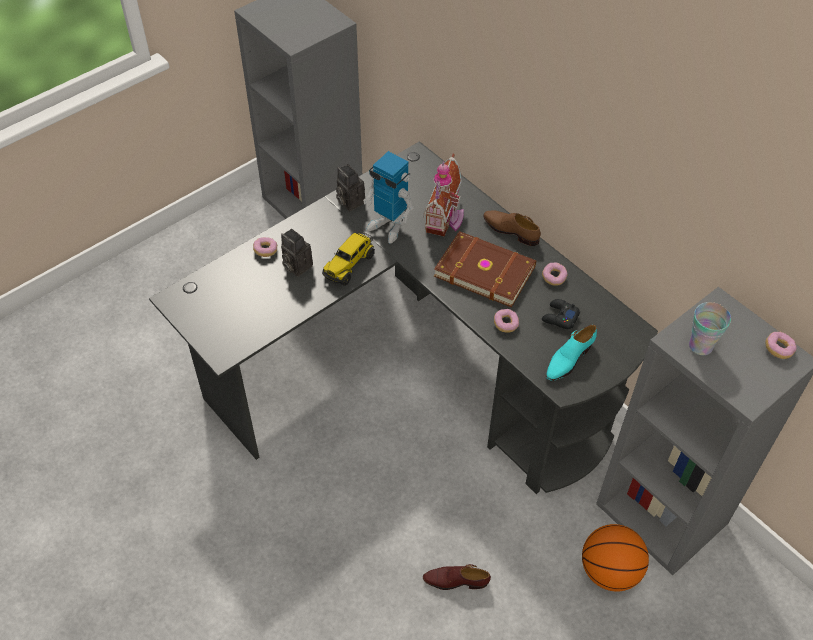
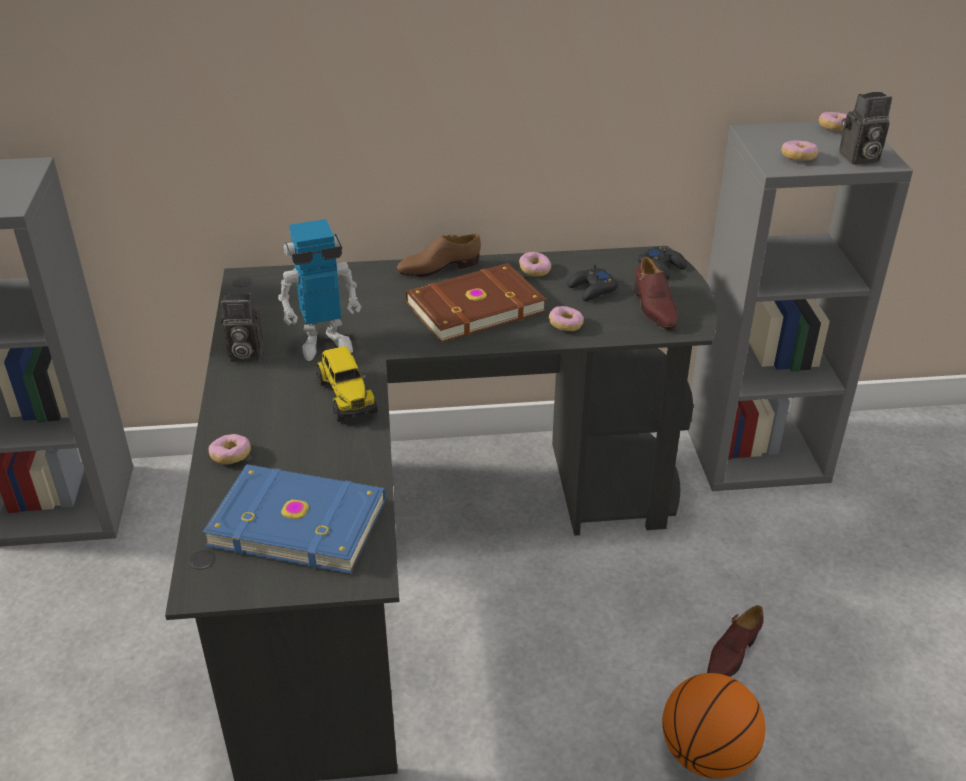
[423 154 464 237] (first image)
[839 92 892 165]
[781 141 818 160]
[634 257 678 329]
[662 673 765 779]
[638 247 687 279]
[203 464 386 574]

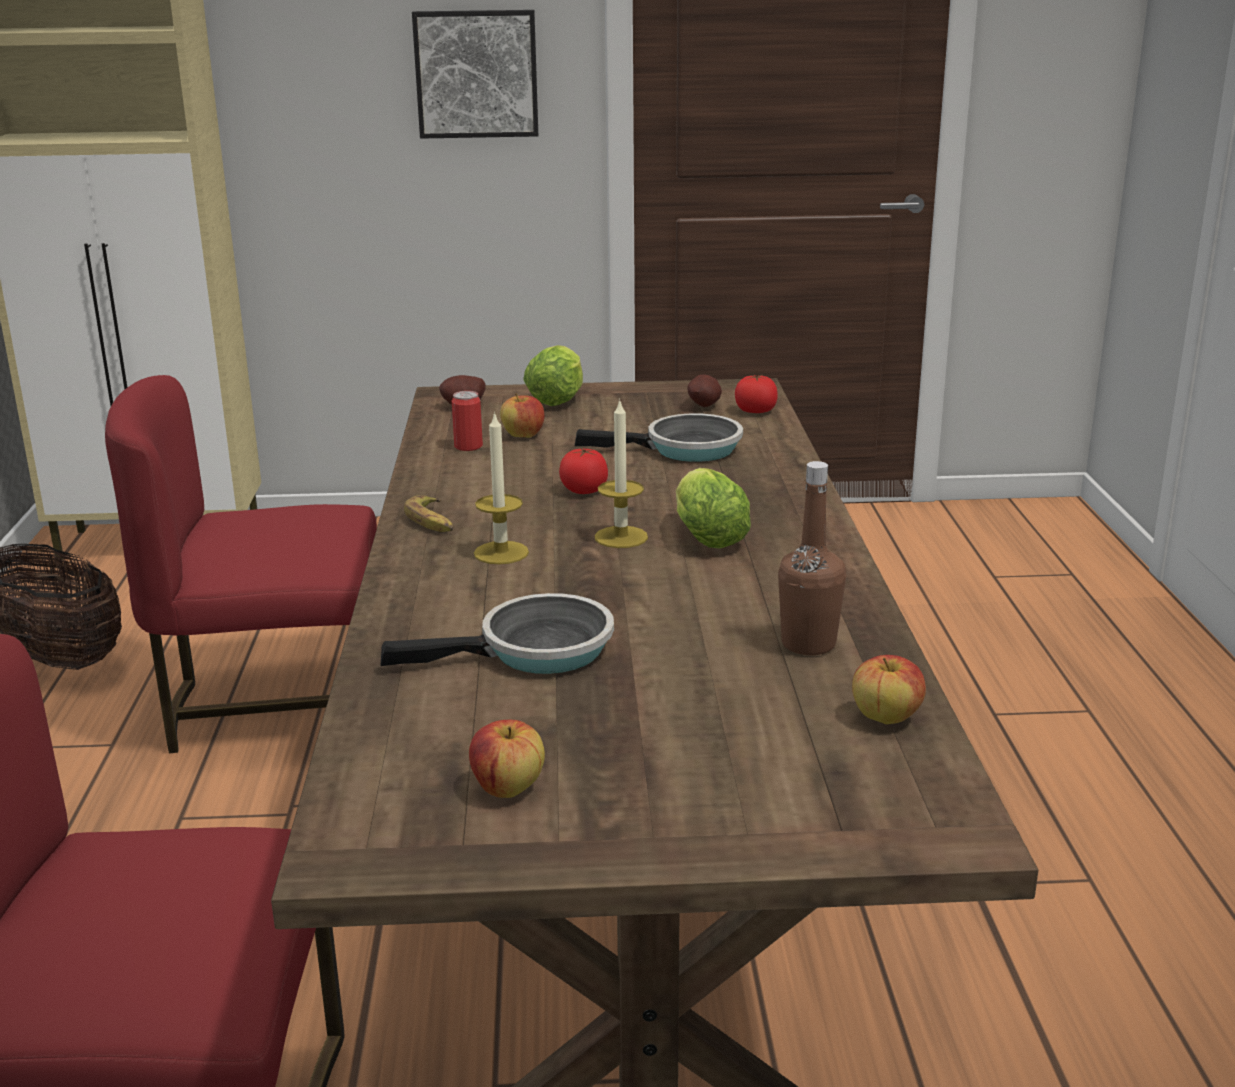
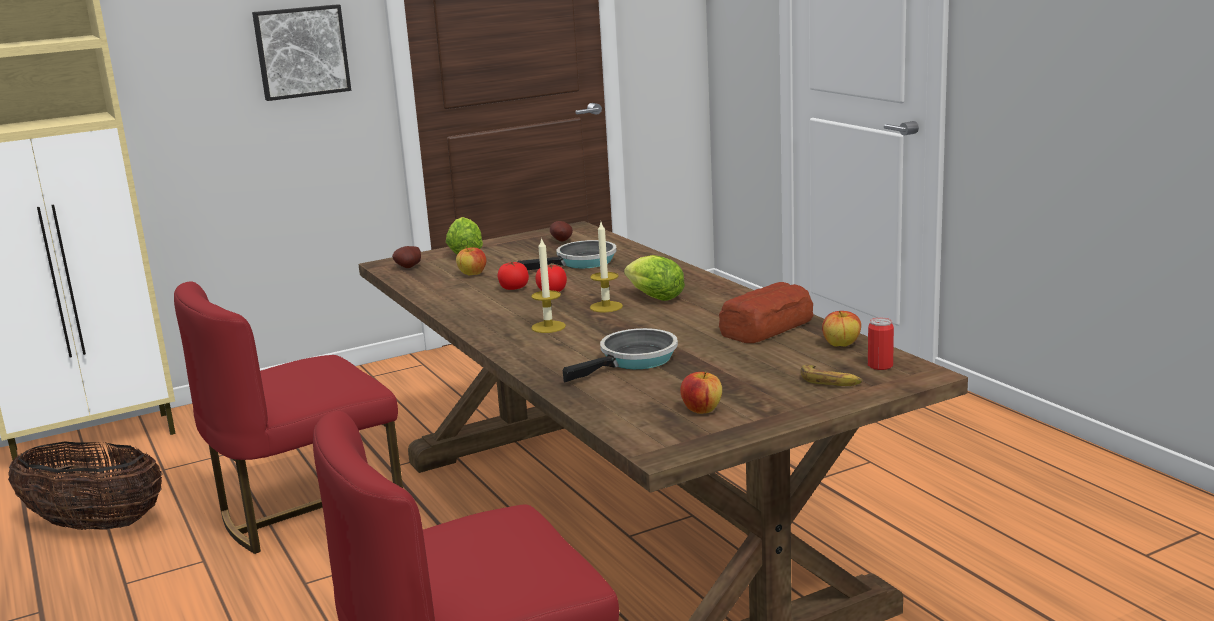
[498 262 529 290]
[868 318 894 370]
[719 282 814 343]
[800 365 862 386]

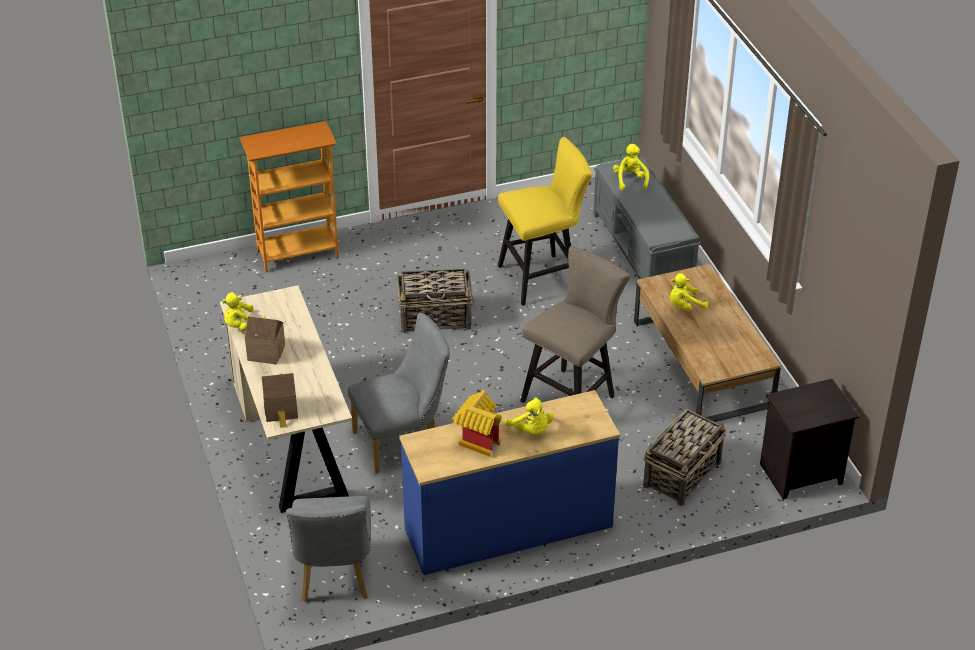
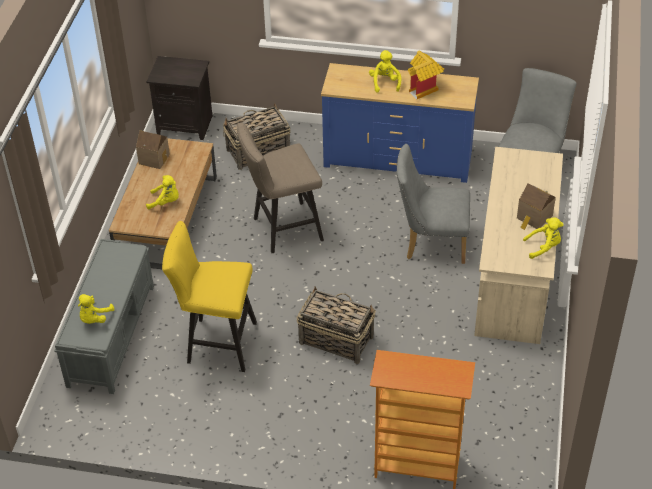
[136 130 170 169]

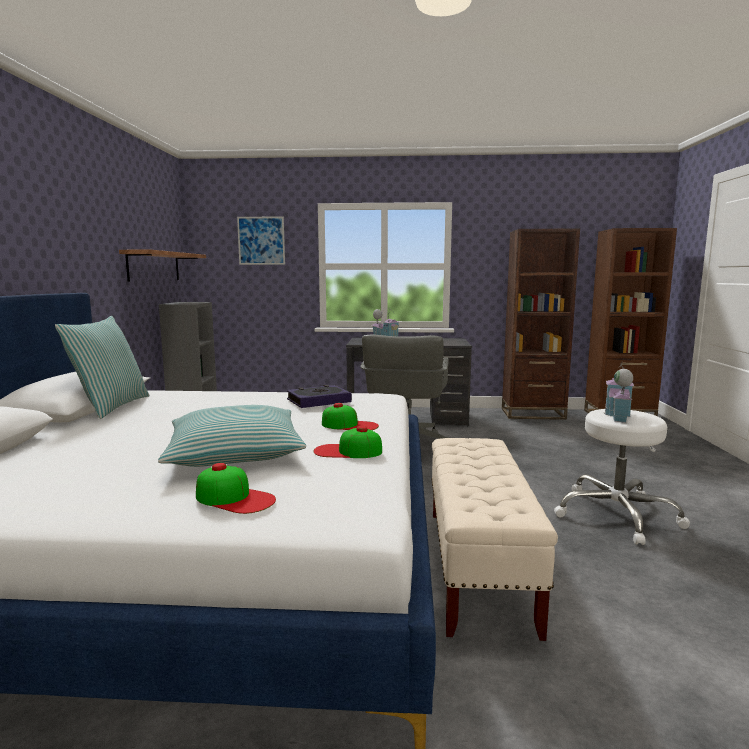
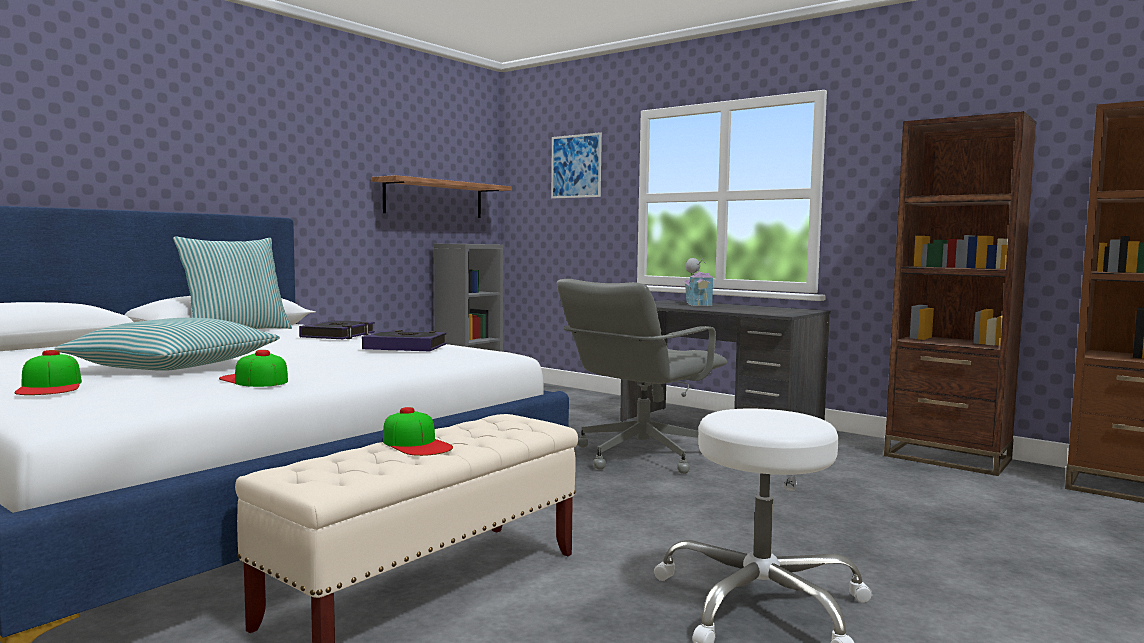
[604 361 634 423] (first image)
[383 407 453 456]
[299 320 375 339]

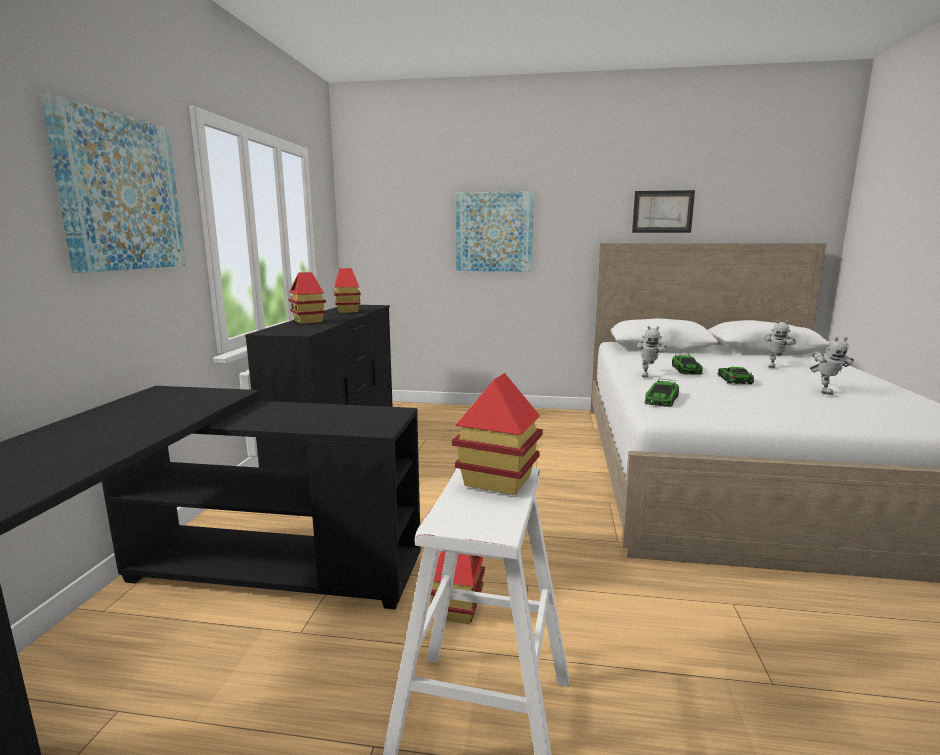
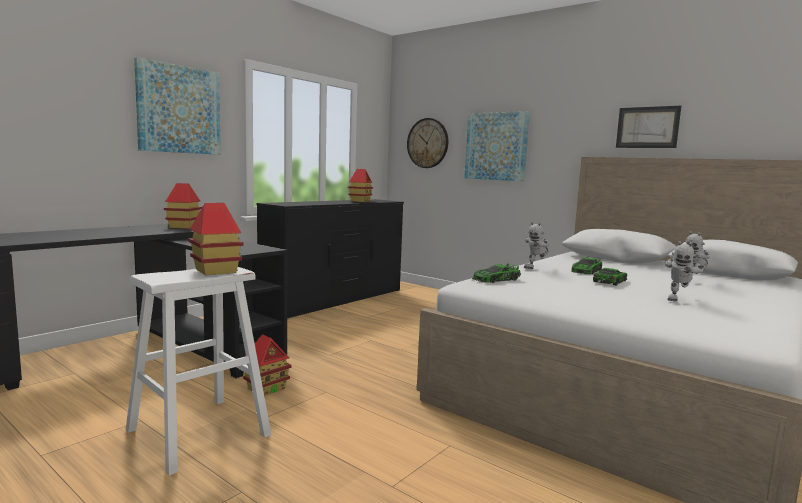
[164 183 202 229]
[407 118 448 168]

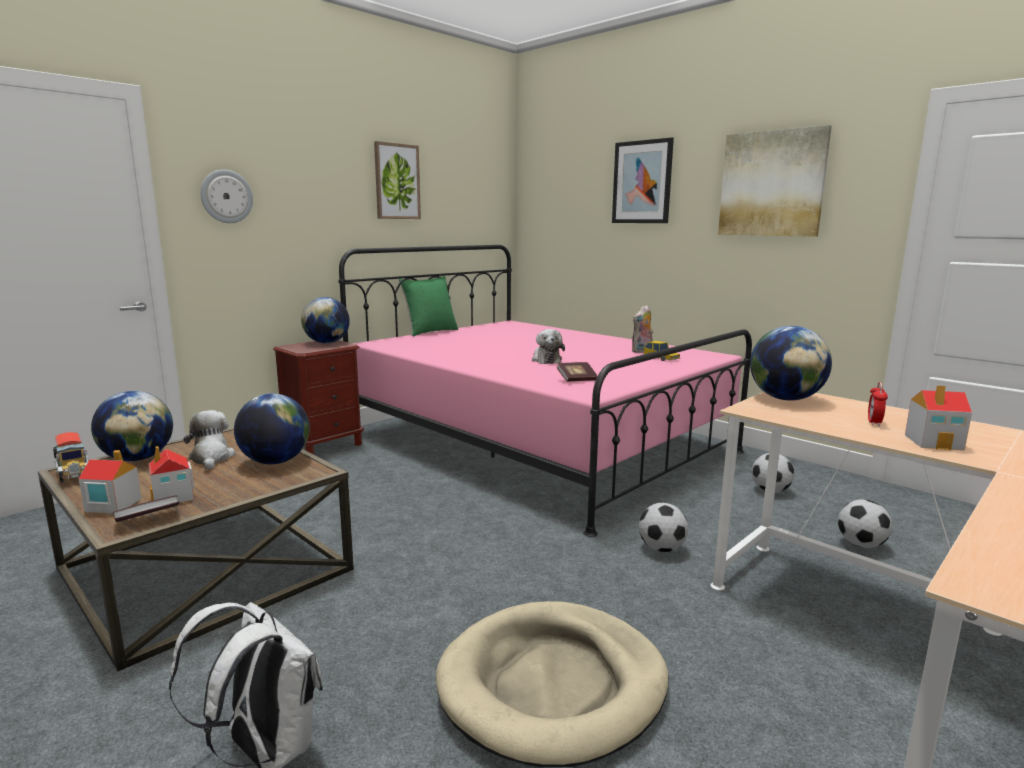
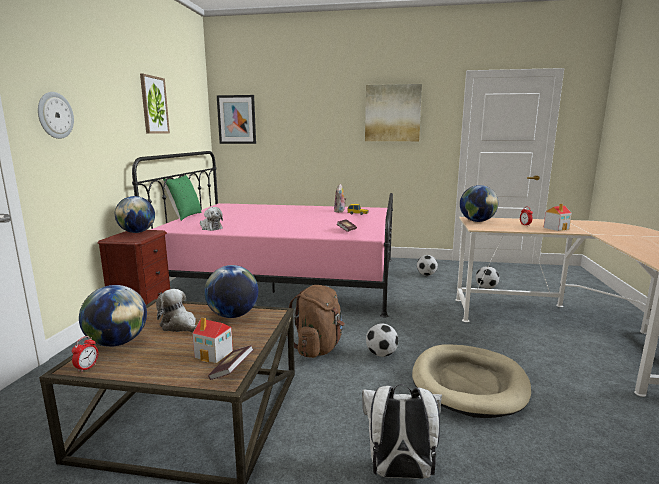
[217 95 256 144]
[200 207 223 231]
[72 336 98 373]
[79 450 142 514] (first image)
[366 323 399 357]
[287 285 345 358]

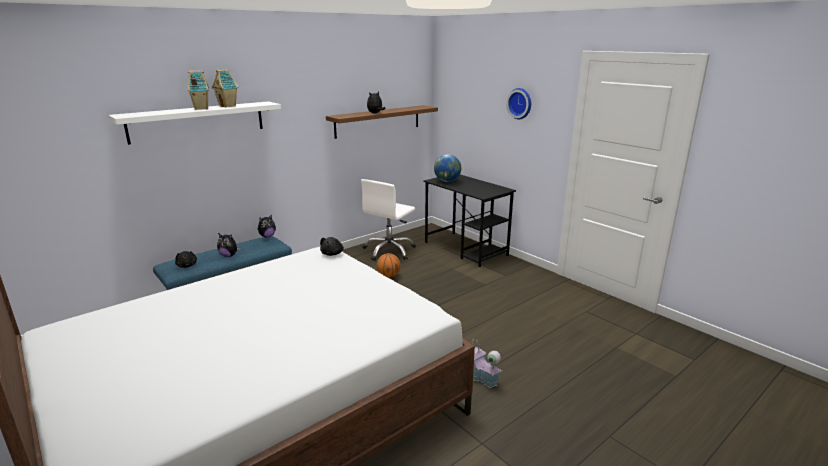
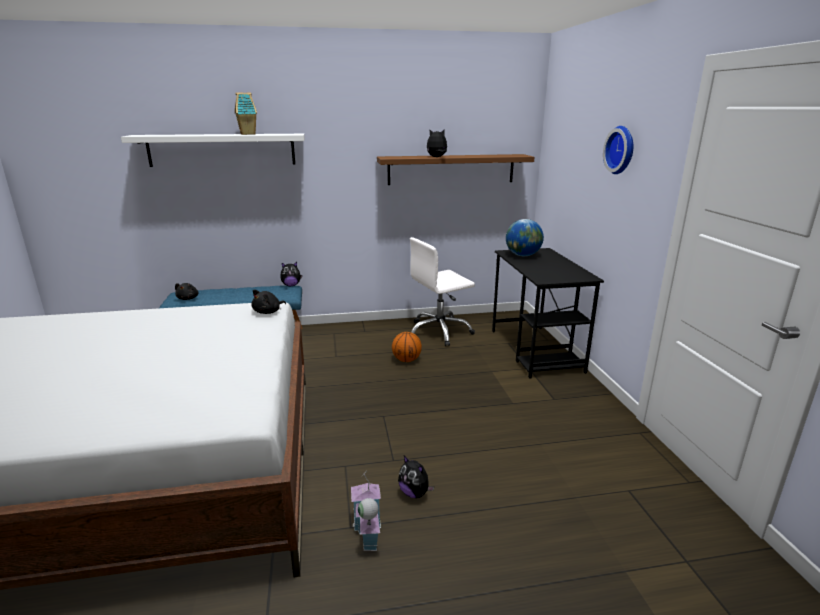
[188 71 209 110] (first image)
[398 456 434 498]

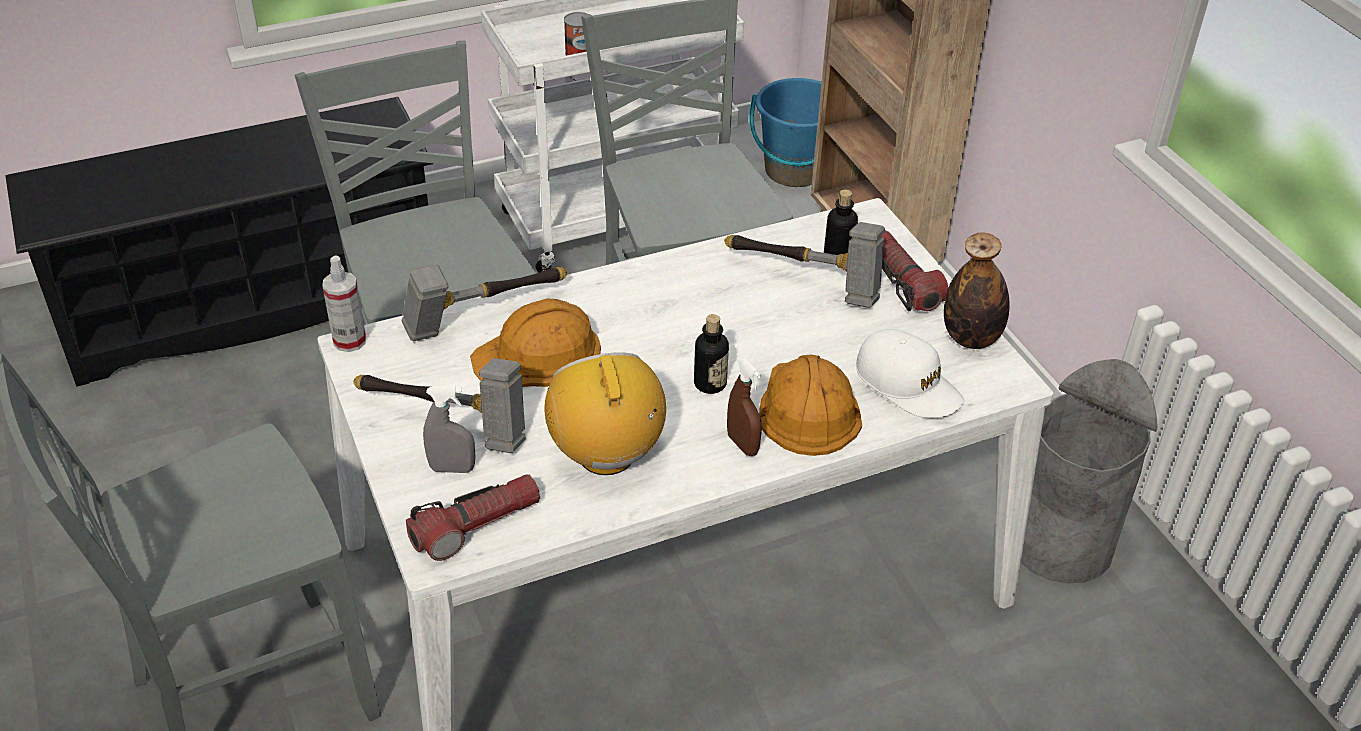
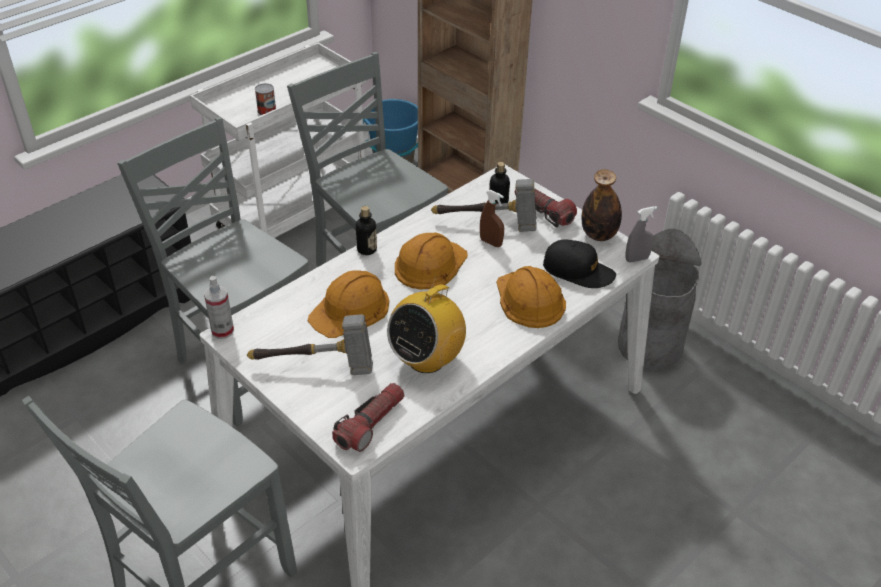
[402 265 567 342] (first image)
[356 206 377 255]
[543 239 616 288]
[387 277 466 373]
[480 190 504 247]
[625 206 657 262]
[395 232 468 290]

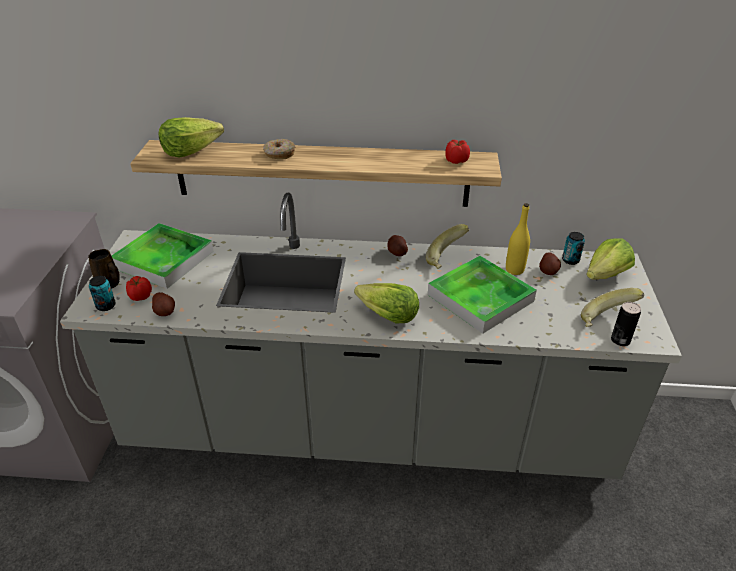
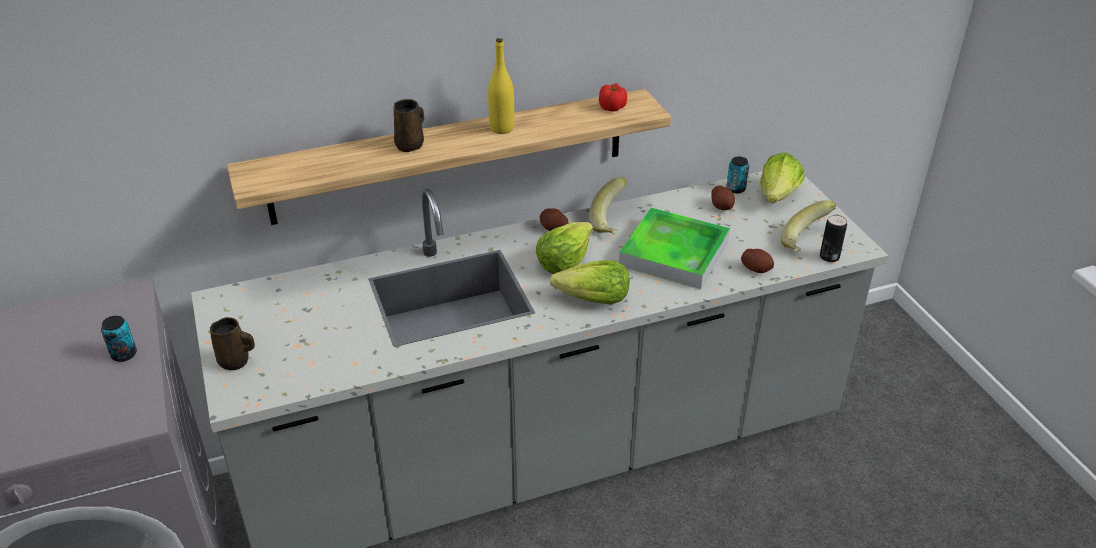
[536 222 593 274]
[394 99 424 152]
[488 38 514 134]
[112 223 214 289] (first image)
[101 316 137 362]
[126 276 152 301] (first image)
[741 249 774 273]

